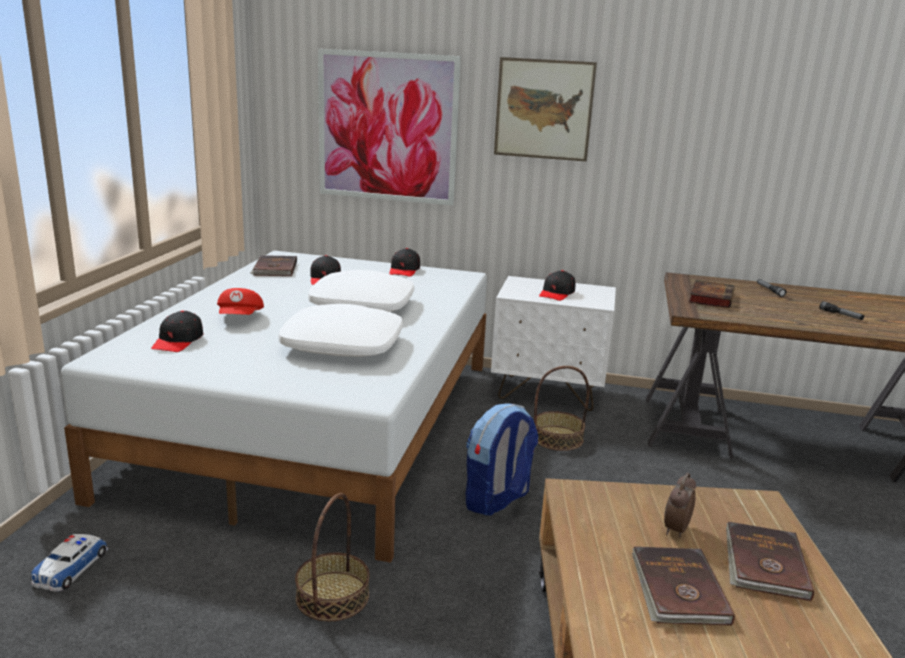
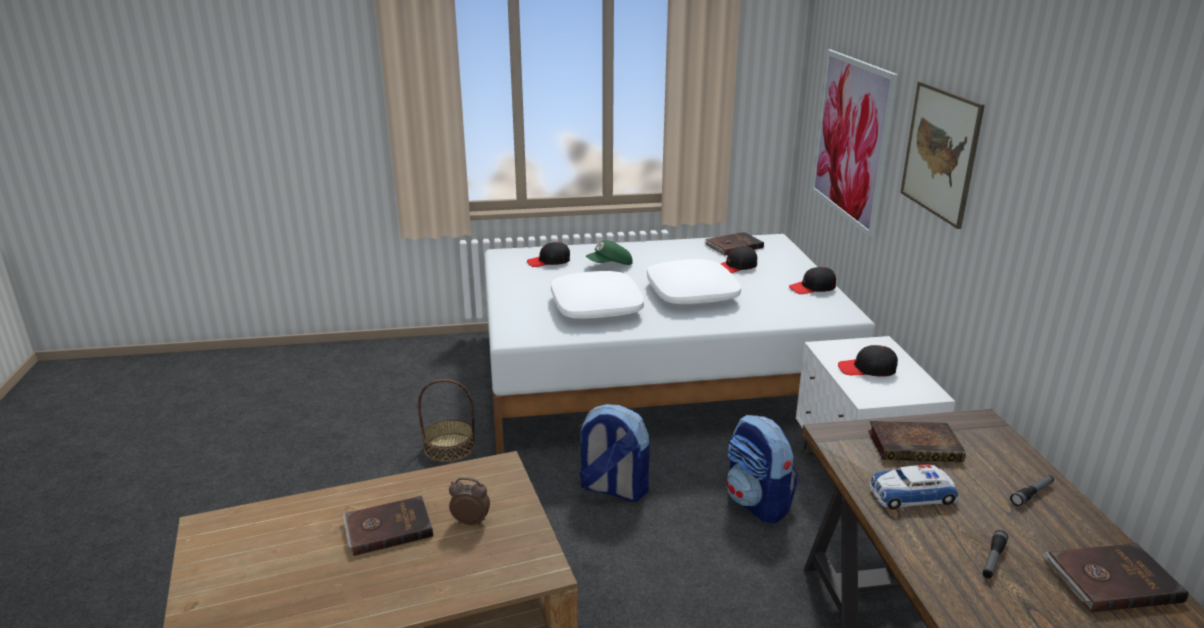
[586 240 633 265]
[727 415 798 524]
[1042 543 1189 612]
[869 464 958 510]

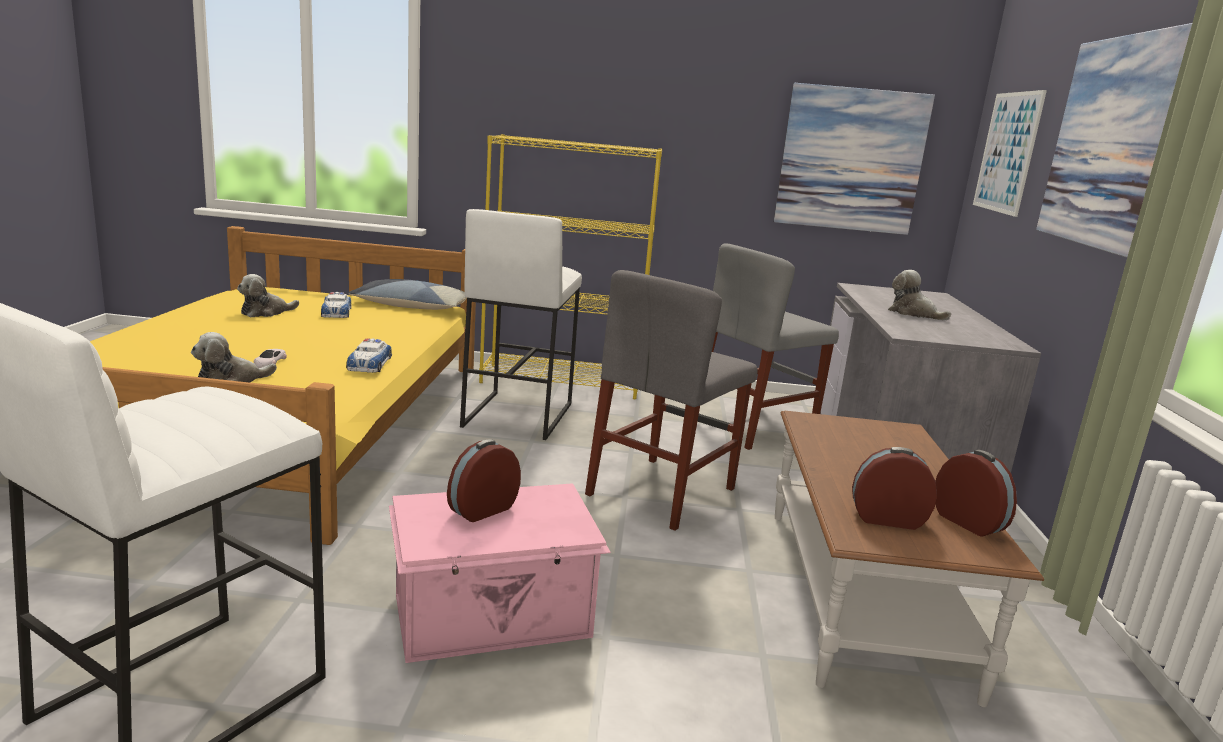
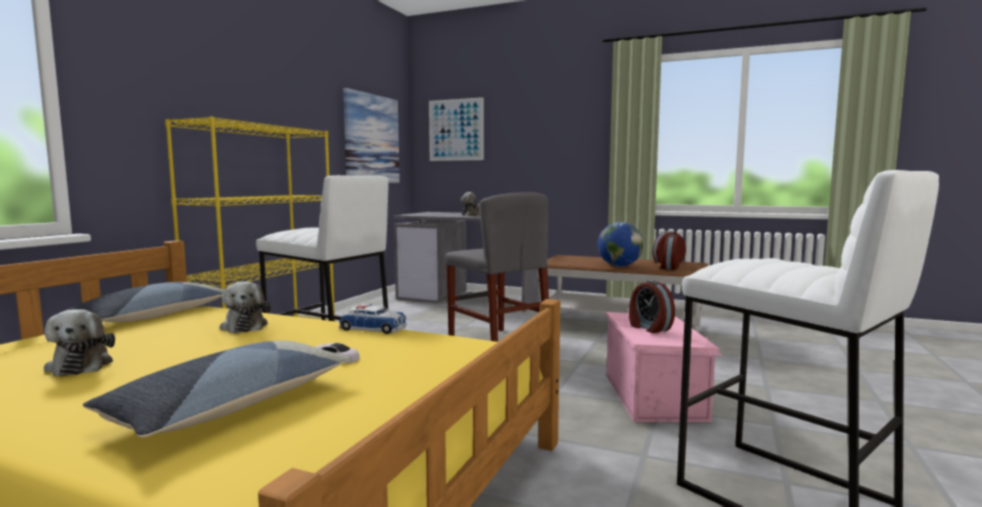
[1036 23 1192 258] (first image)
[712 243 839 450] (first image)
[321 292 352 318] (first image)
[219 281 271 333]
[598 222 643 267]
[83 340 351 438]

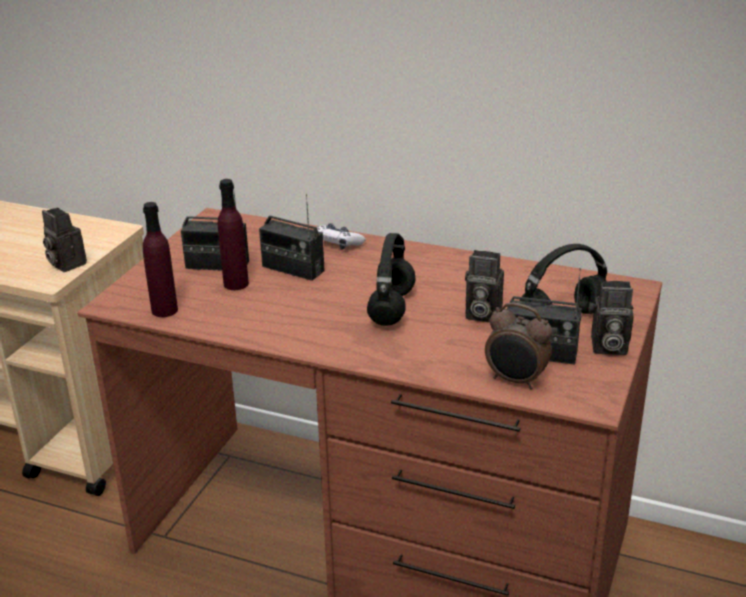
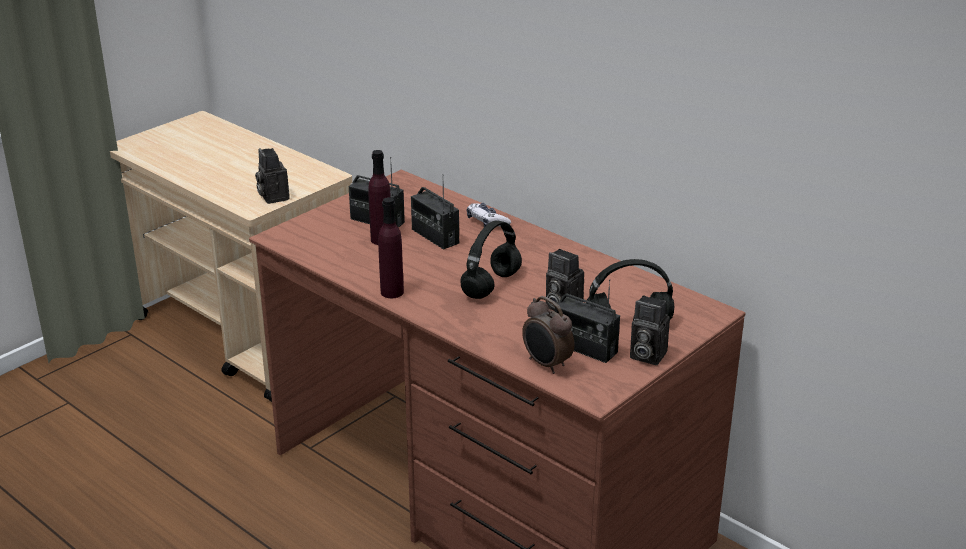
[378 197 404 298]

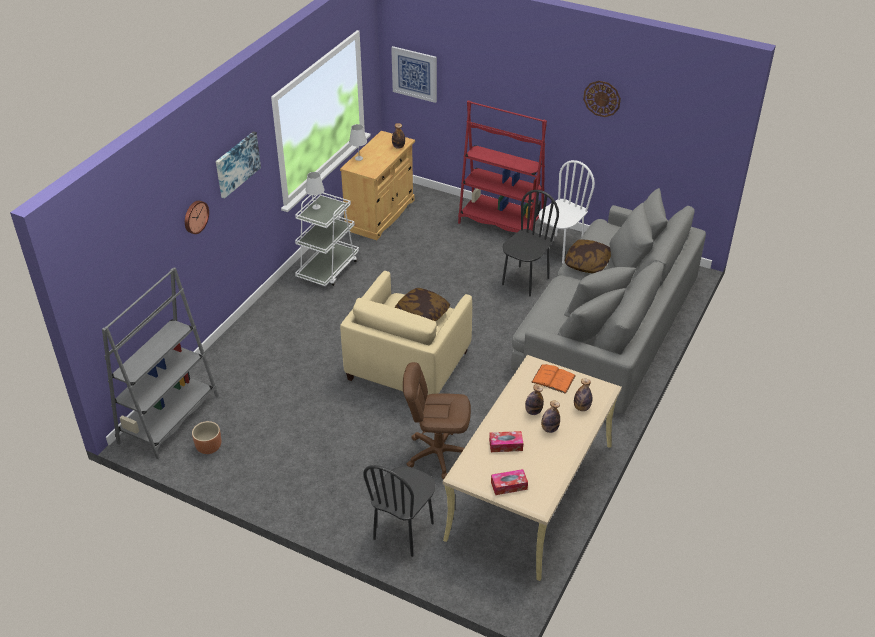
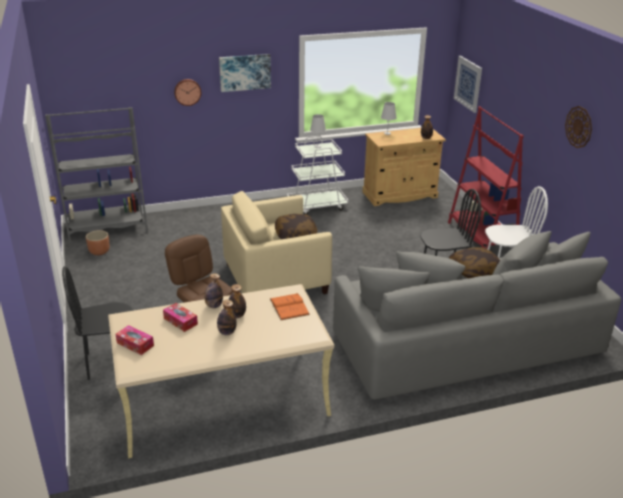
[205 273 223 308]

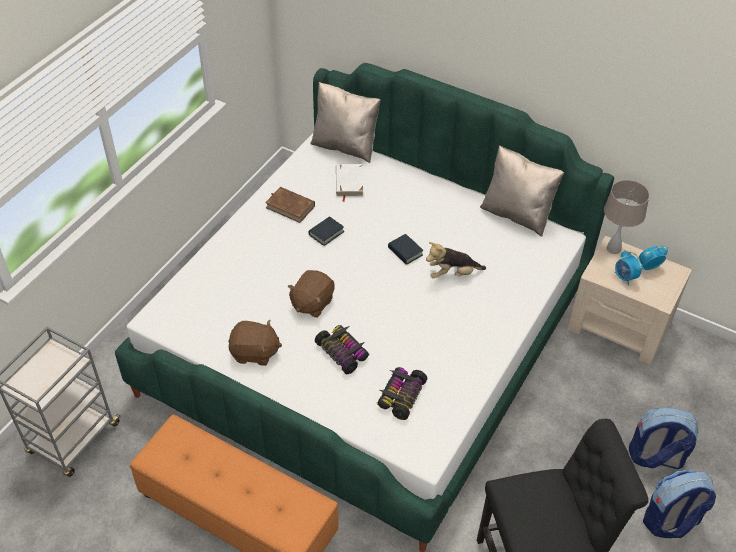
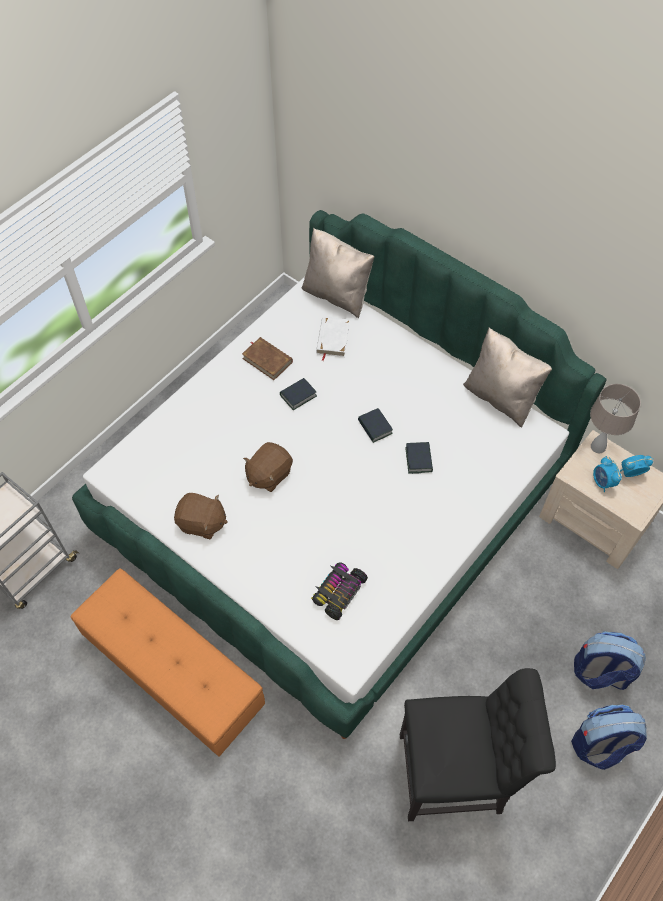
[405 442 433 474]
[315 325 369 374] (first image)

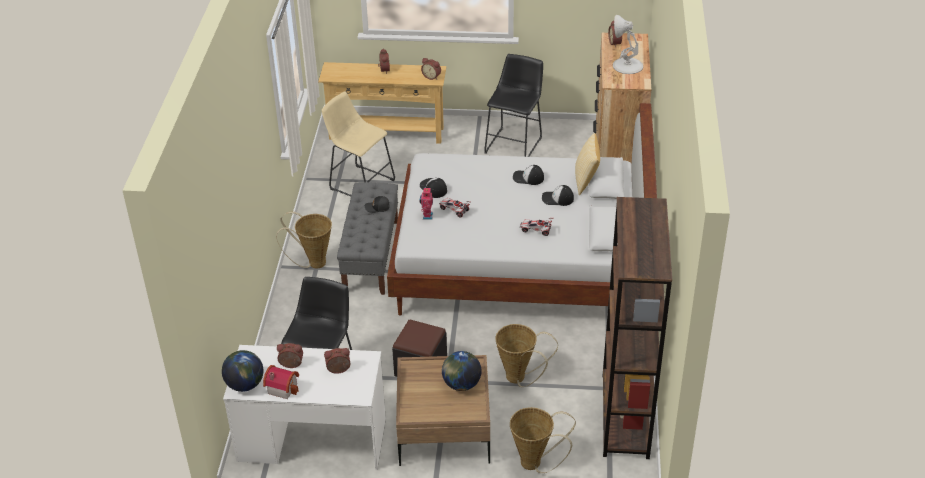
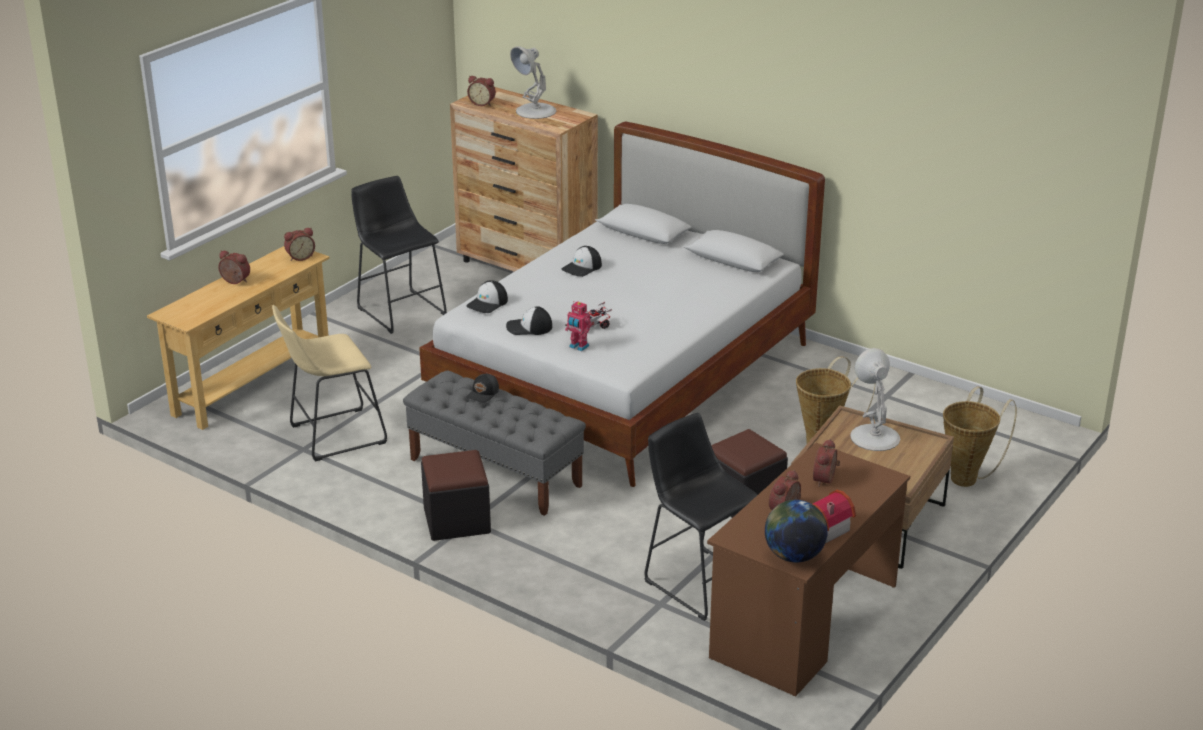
[575 133 600 195] (first image)
[466 280 508 313]
[603 197 672 459] (first image)
[421 450 491 541]
[520 218 554 236] (first image)
[707 443 910 696]
[850 348 900 451]

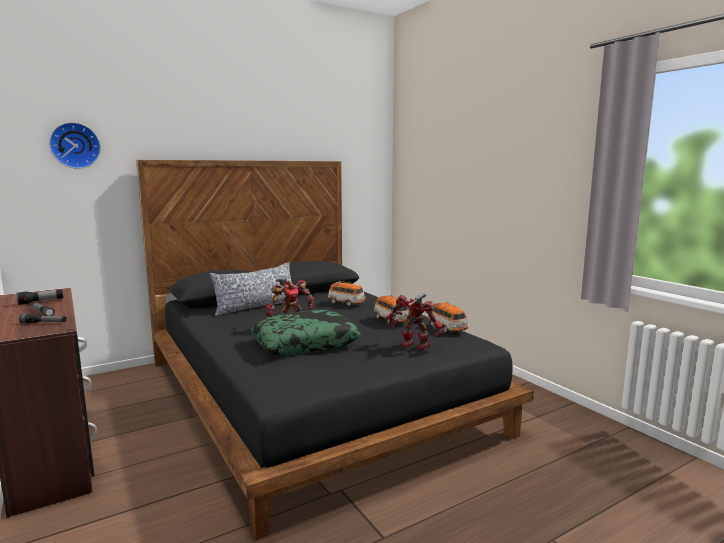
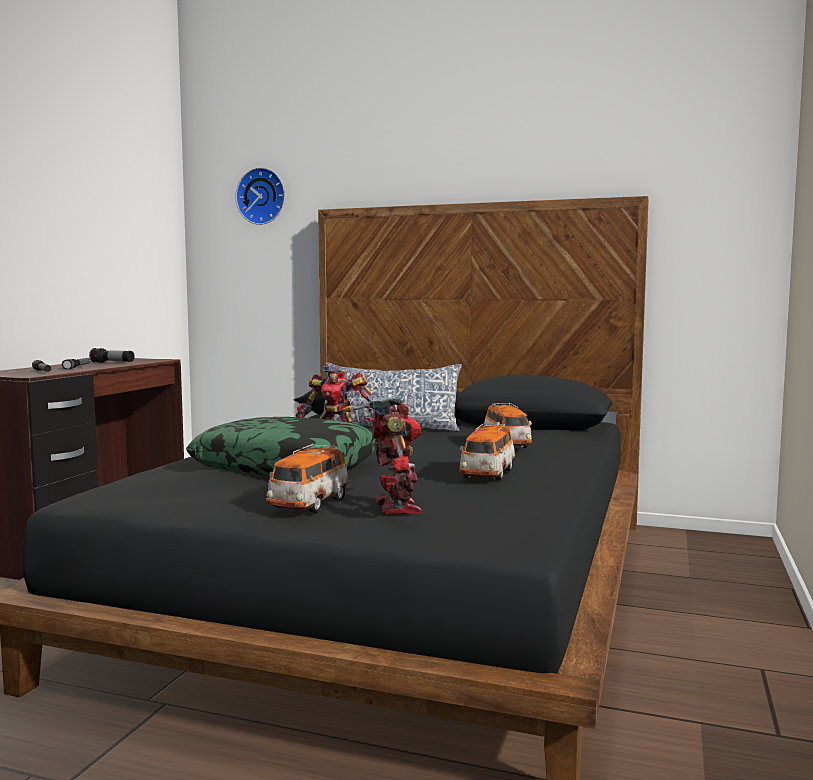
[266 444 349 513]

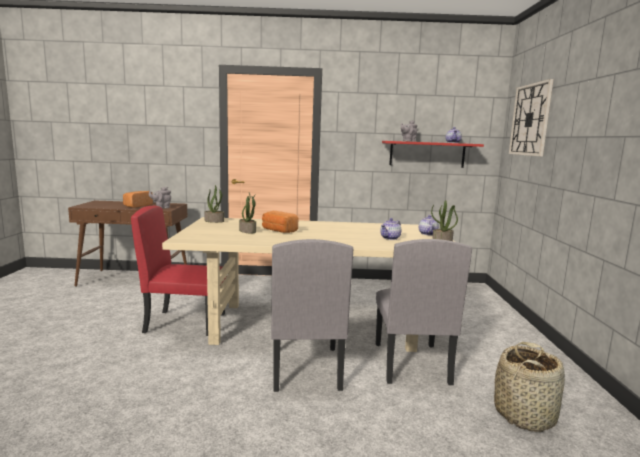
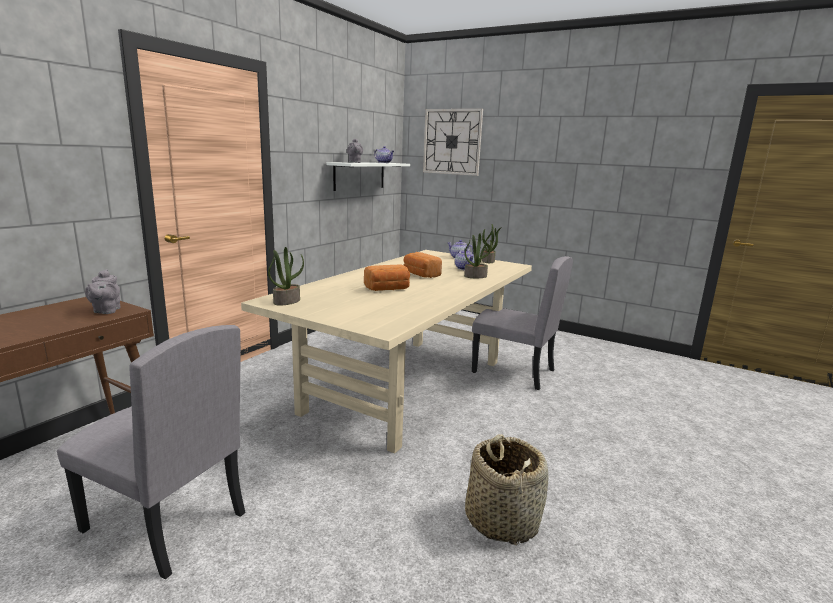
[326 162 410 191]
[404 252 442 278]
[464 233 492 278]
[131 206 227 336] (first image)
[57 325 245 579]
[465 434 548 545]

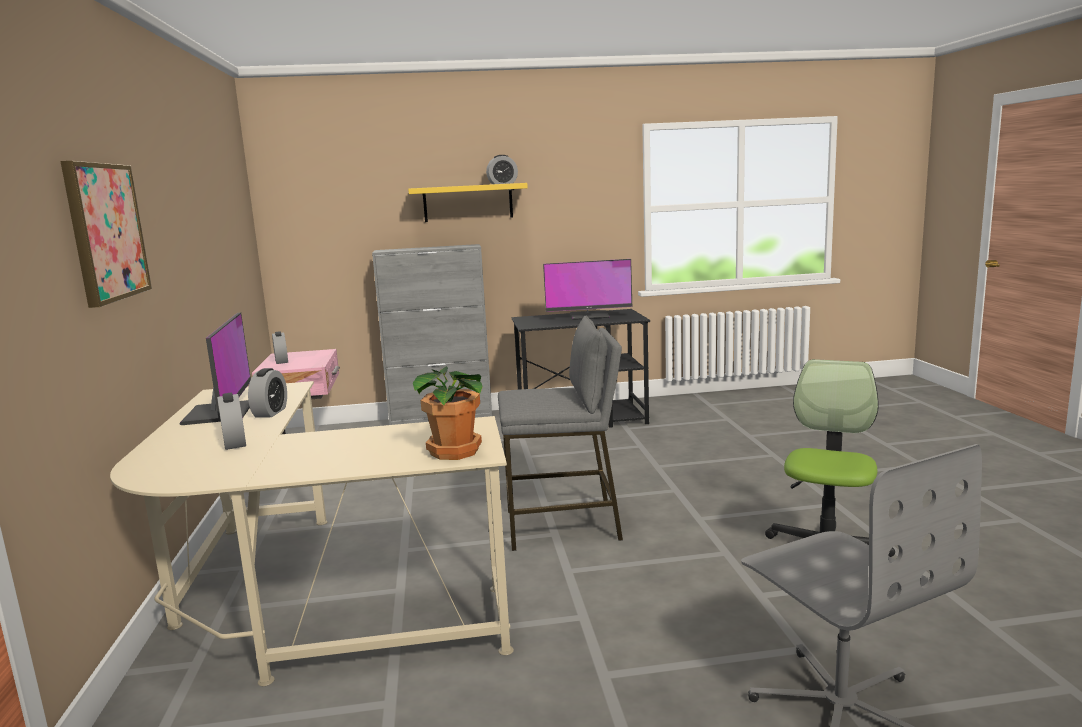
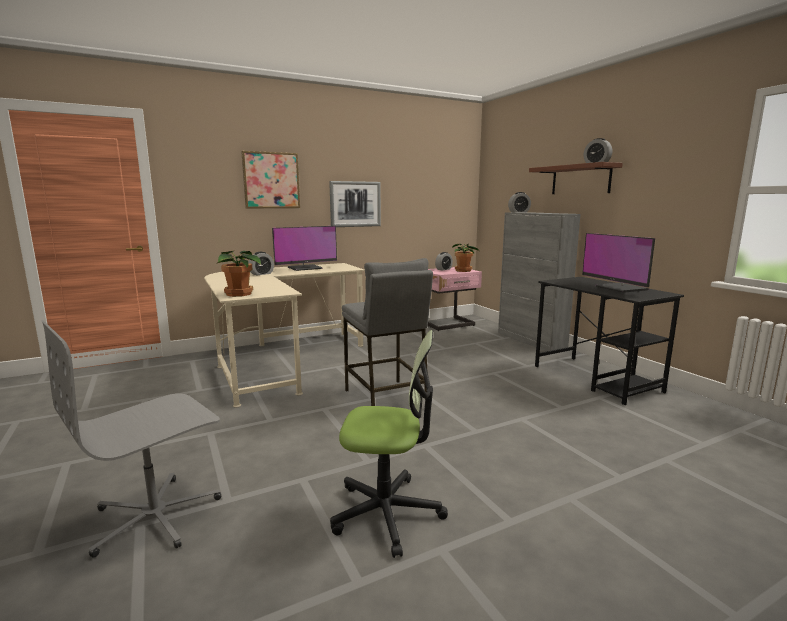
[529 162 623 194]
[508 192 531 212]
[329 181 381 227]
[452 244 480 272]

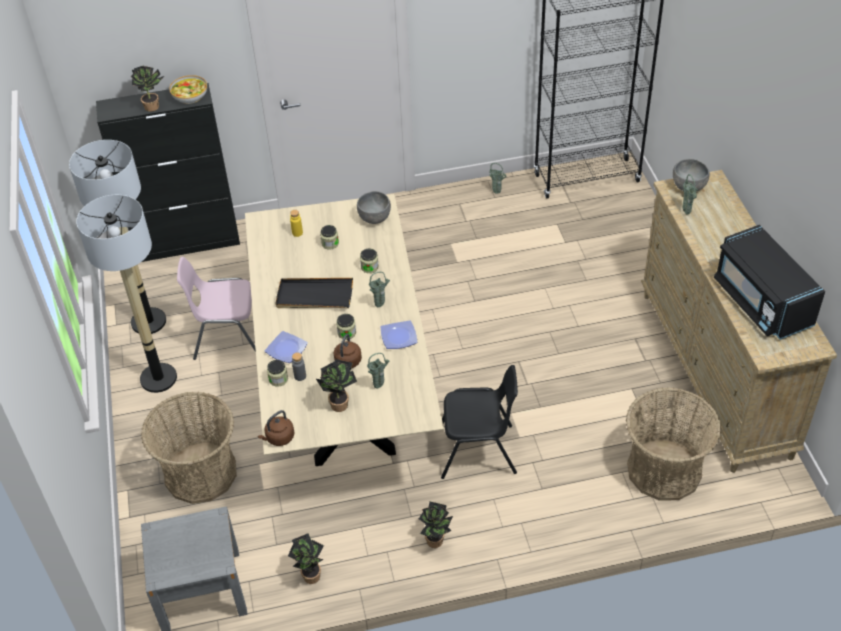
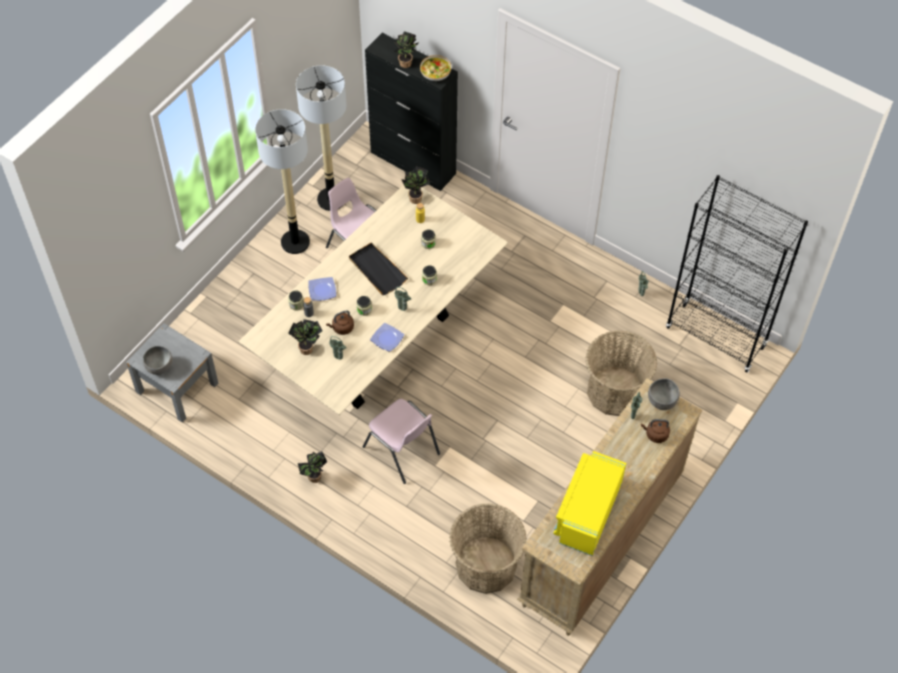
[143 346 172 375]
[554 451 626 556]
[362 399 440 484]
[585 330 657 416]
[641 419 670 443]
[401 166 430 204]

